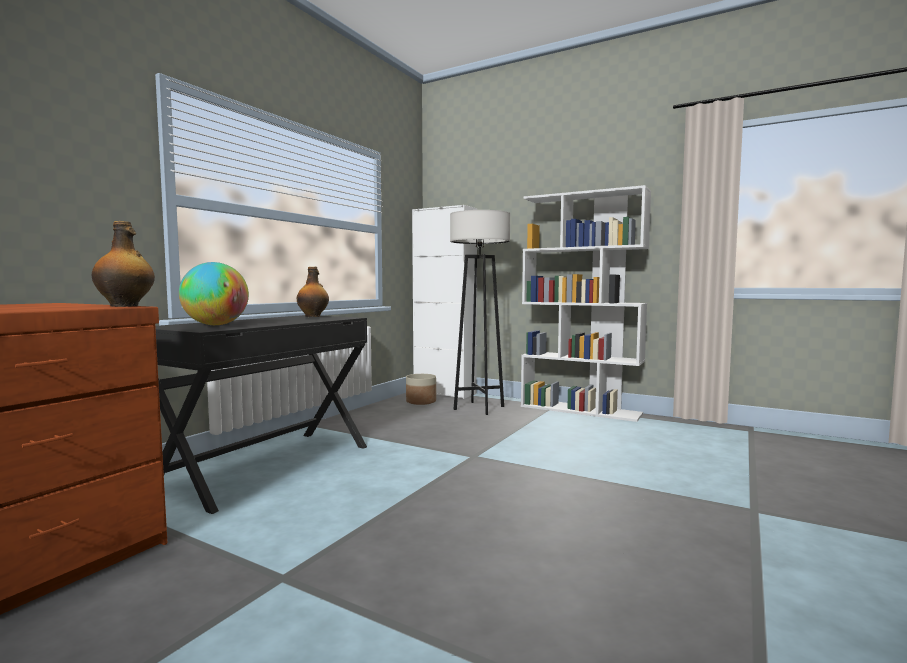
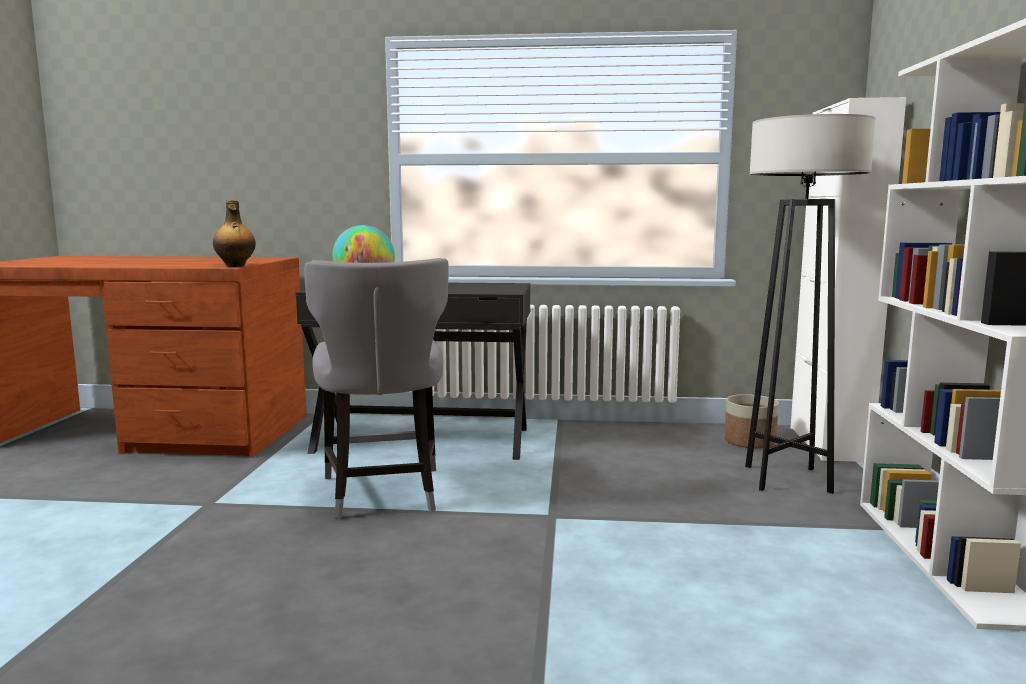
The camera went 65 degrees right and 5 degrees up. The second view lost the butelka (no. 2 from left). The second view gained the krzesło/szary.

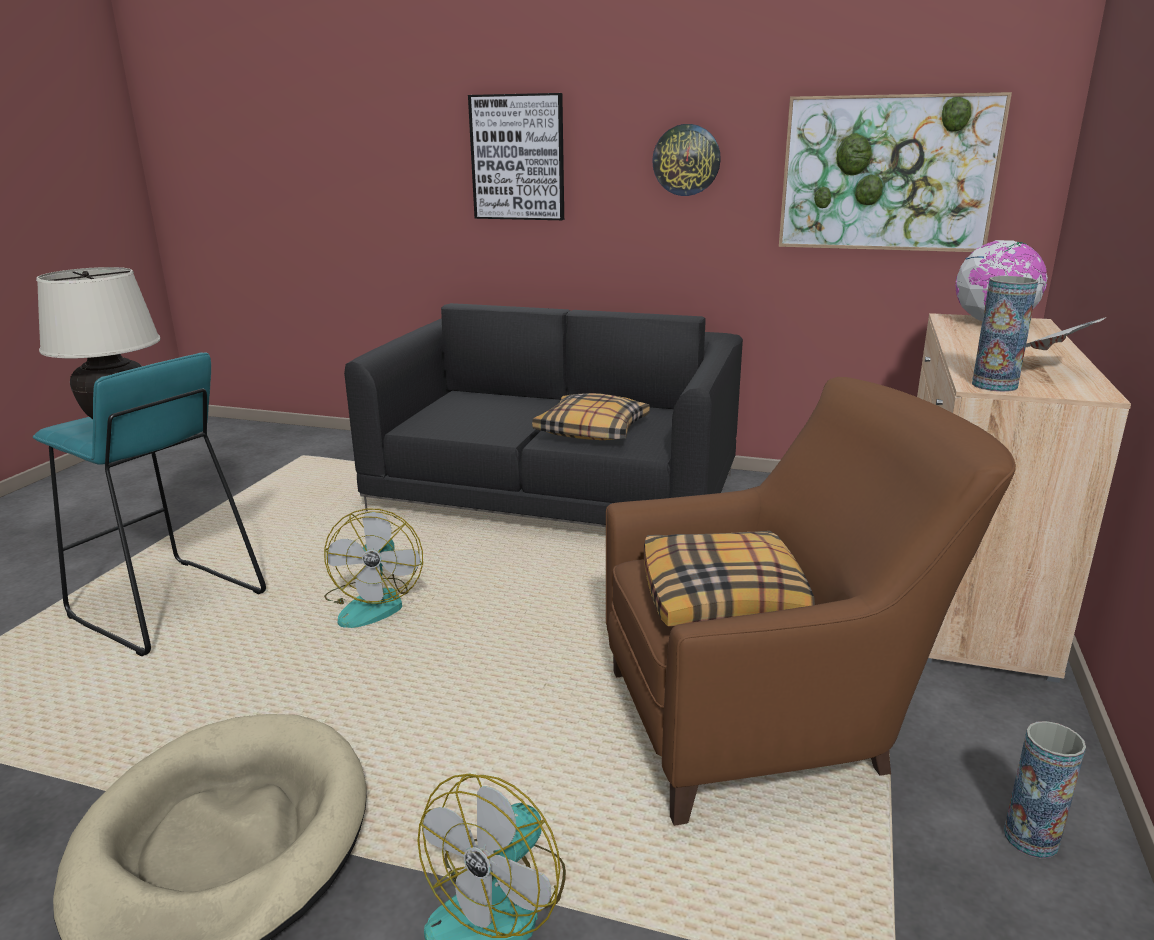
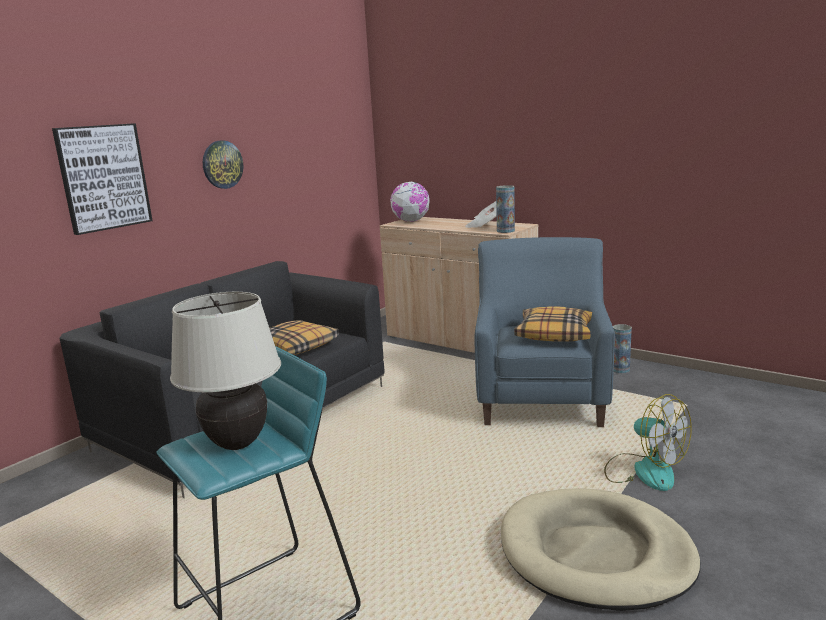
The camera went 70 degrees left and 5 degrees down. The second view lost the obraz (no. 2 from left). What was the fotel/brązowy turned into the fotel/niebieski. The second view lost the wentylator (no. 1 from left).

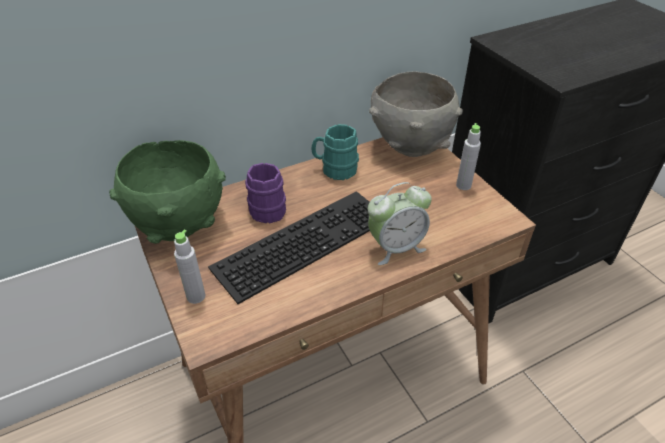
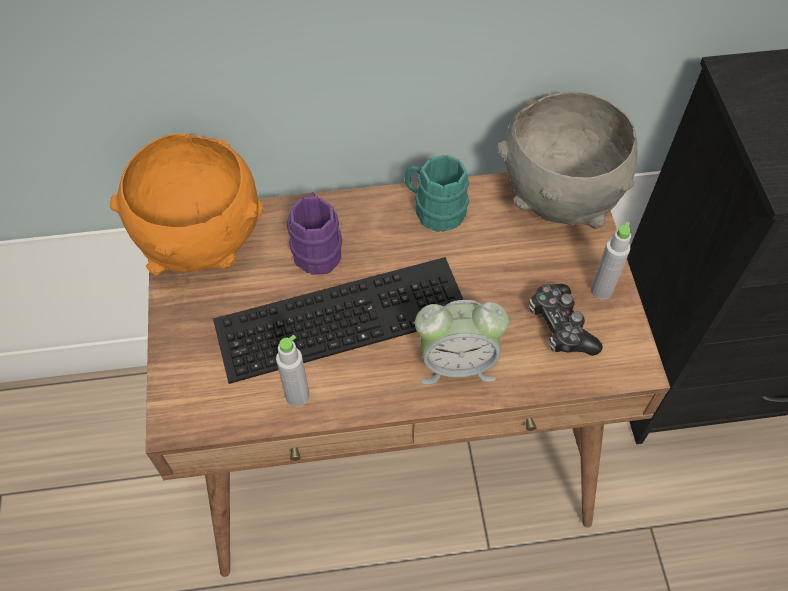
The camera went 20 degrees right and 15 degrees up. What was the miska/zielony turned into the miska/pomarańczowy. The butelka/szary (no. 1 from left) ended up elsewhere. The second view gained the pad do gier.

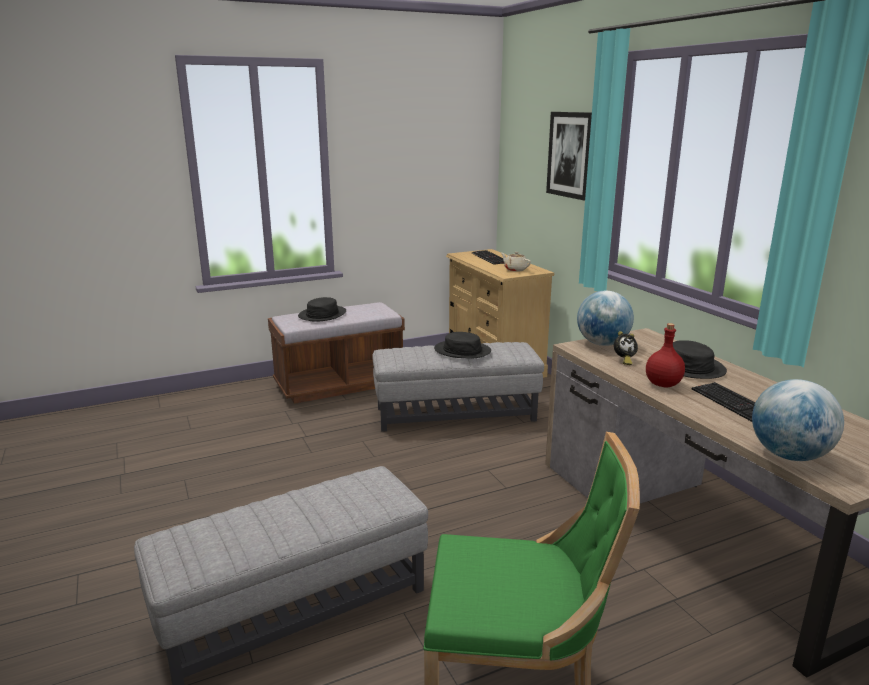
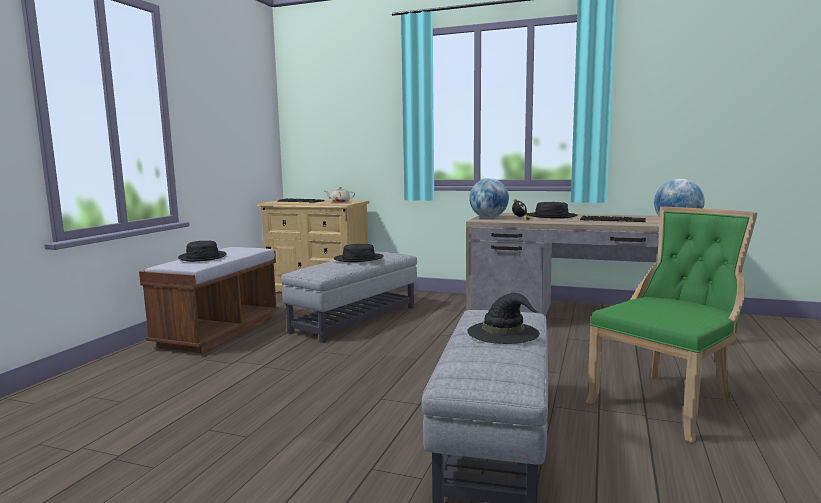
The camera went 45 degrees left and 10 degrees down. The second view lost the obraz. The second view lost the butelka/czerwony. The second view gained the kapelusz/czarny (no. 3 from left).

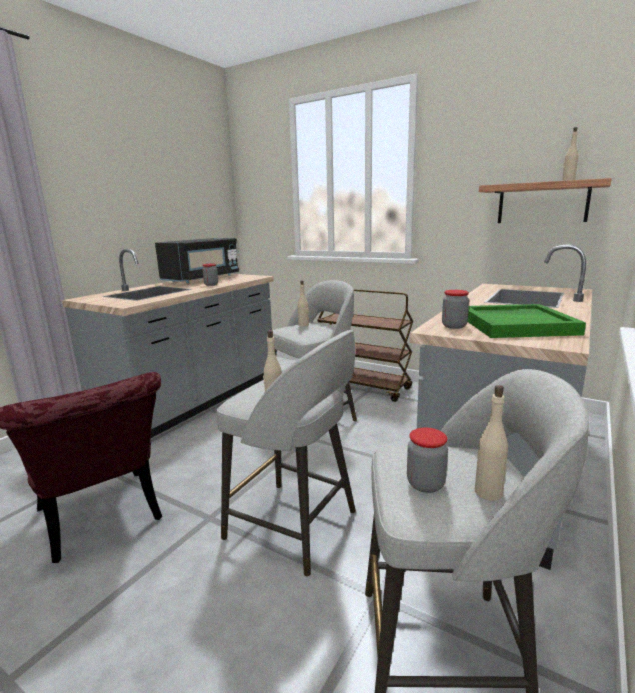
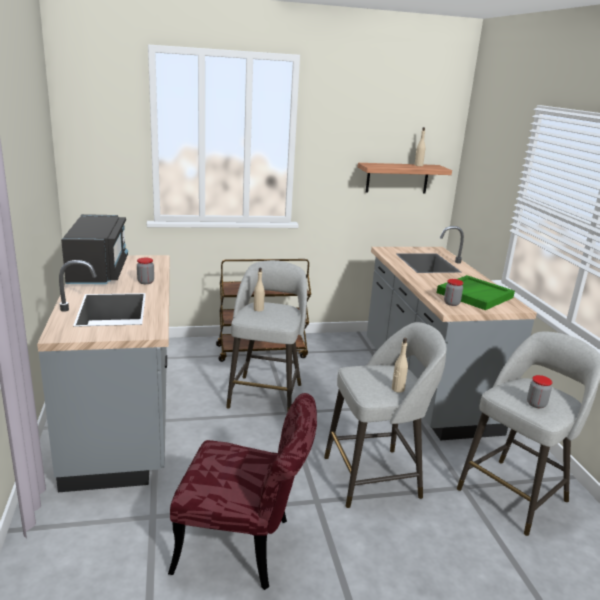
The camera went 45 degrees left and 5 degrees up. The second view lost the butelka/beżowy (no. 3 from left).

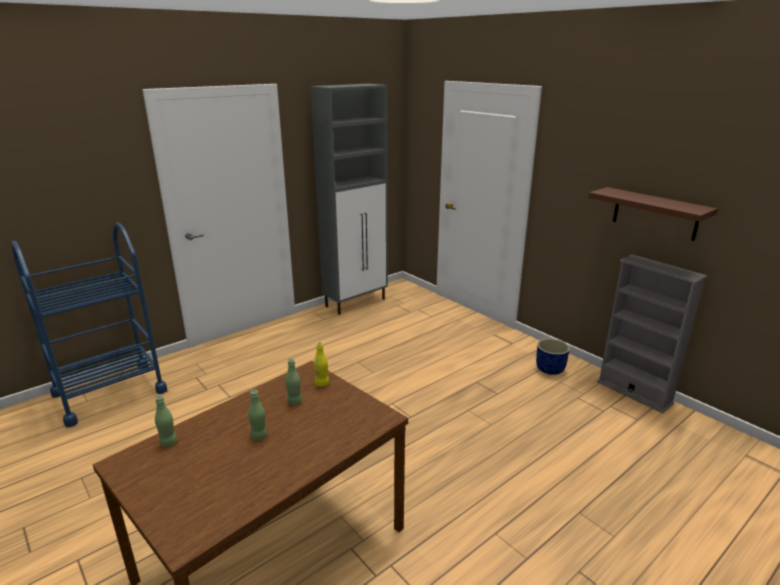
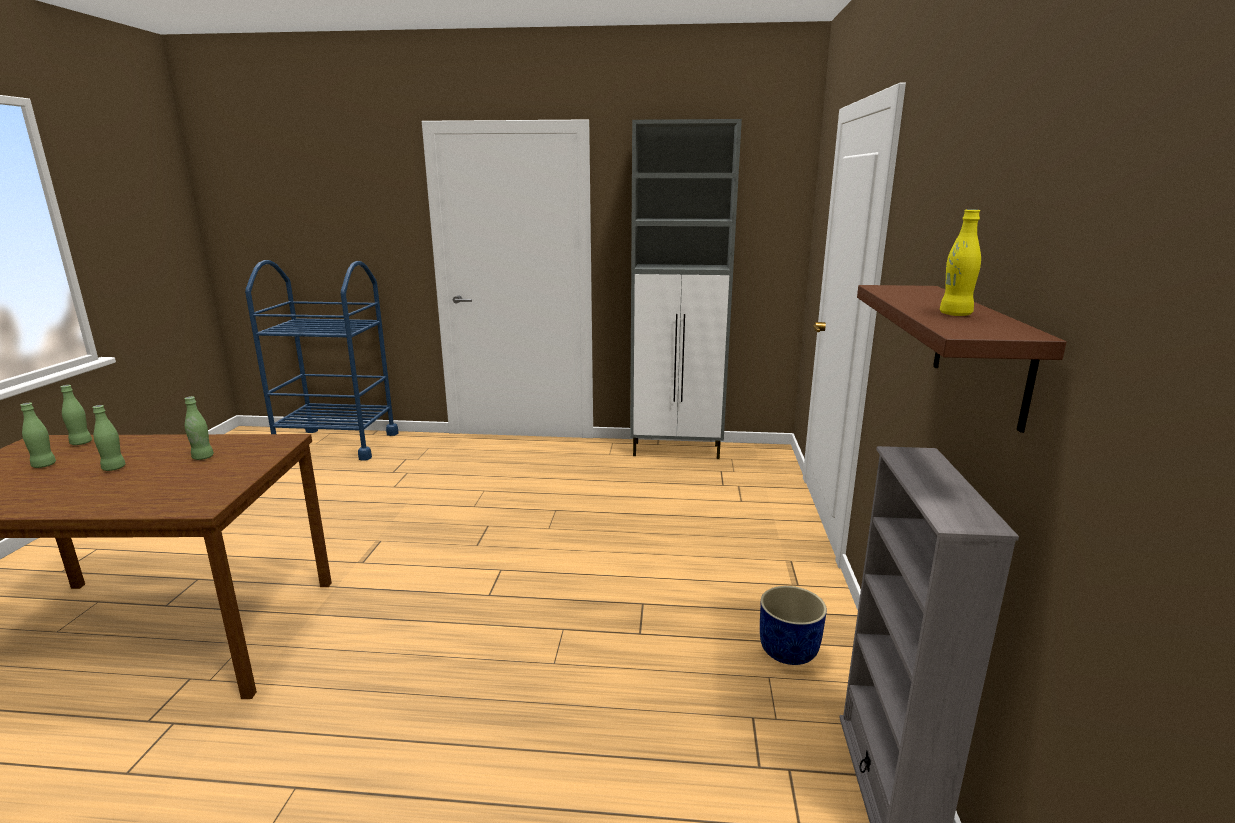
The camera went 45 degrees right and 5 degrees down. The butelka/żółty ended up elsewhere. The second view gained the butelka/zielony (no. 1 from left).

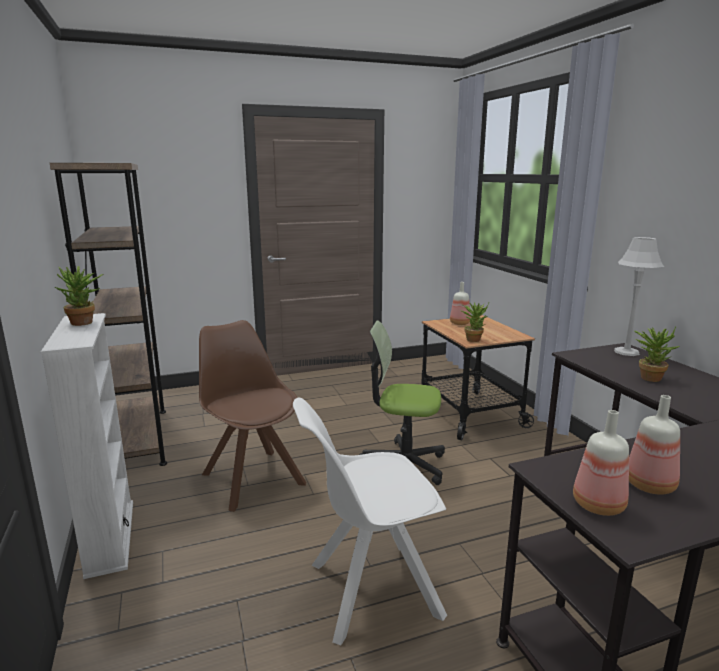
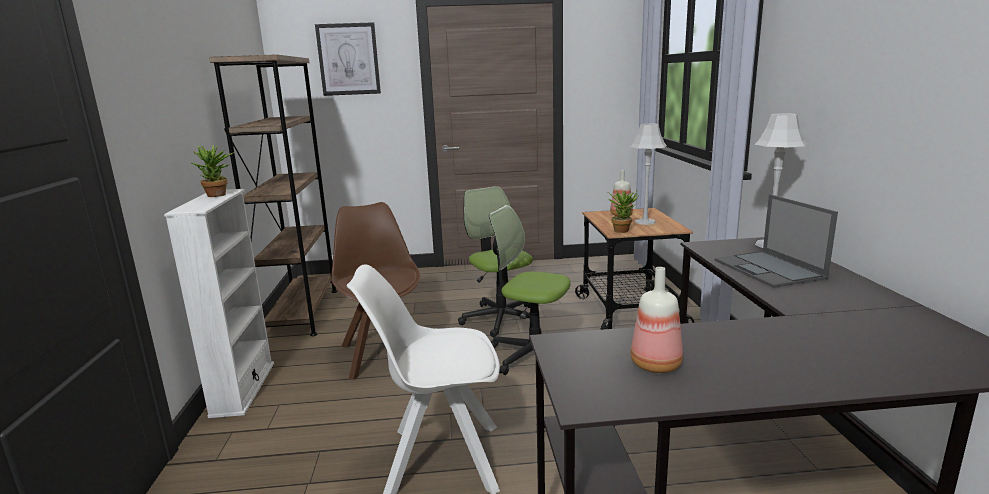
The camera went 15 degrees right and 0 degrees up. Where the roślina doniczkowa (no. 3 from left) stood, the laptop came to stand. The second view lost the butelka (no. 2 from left). The second view gained the obraz. The second view gained the lampa stołowa/szary (no. 1 from left). The second view gained the krzesło biurowe (no. 1 from left).

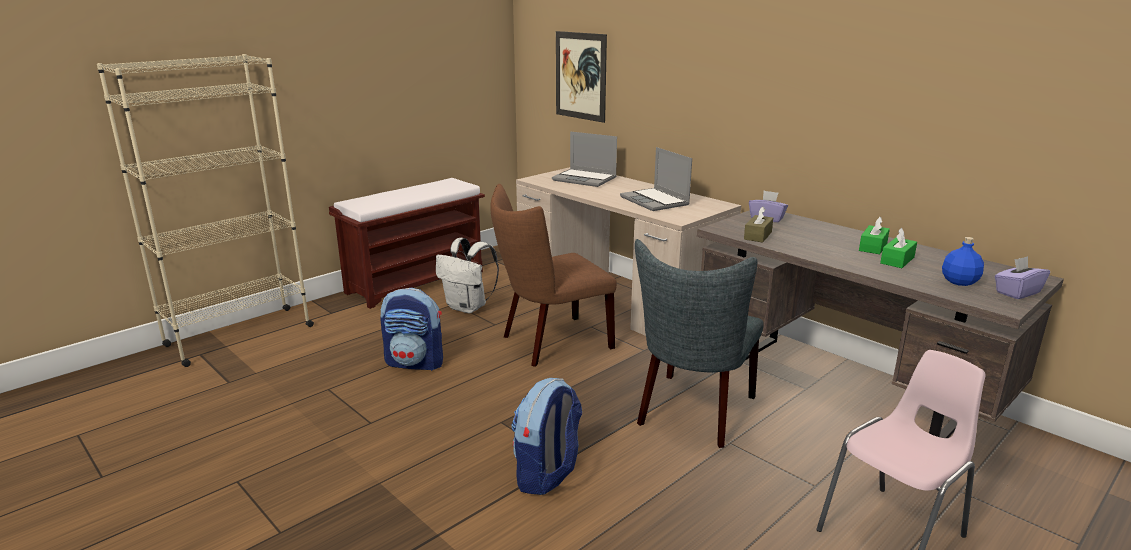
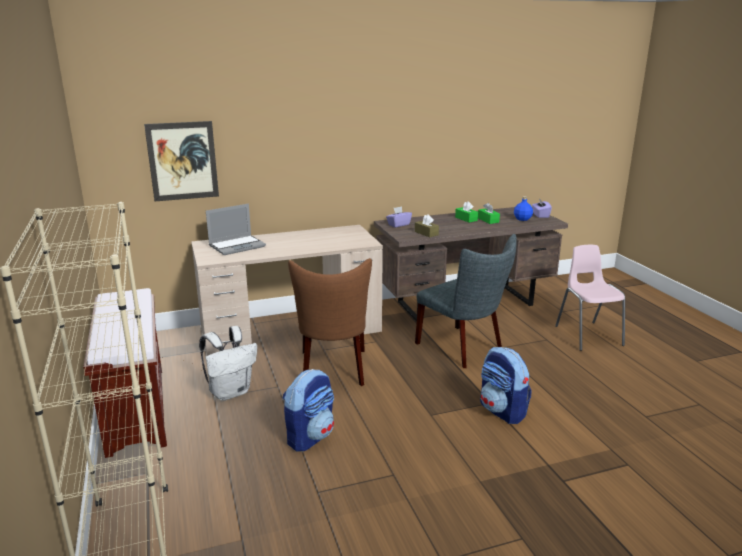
The camera went 65 degrees left and 0 degrees up. The second view lost the laptop (no. 2 from left).

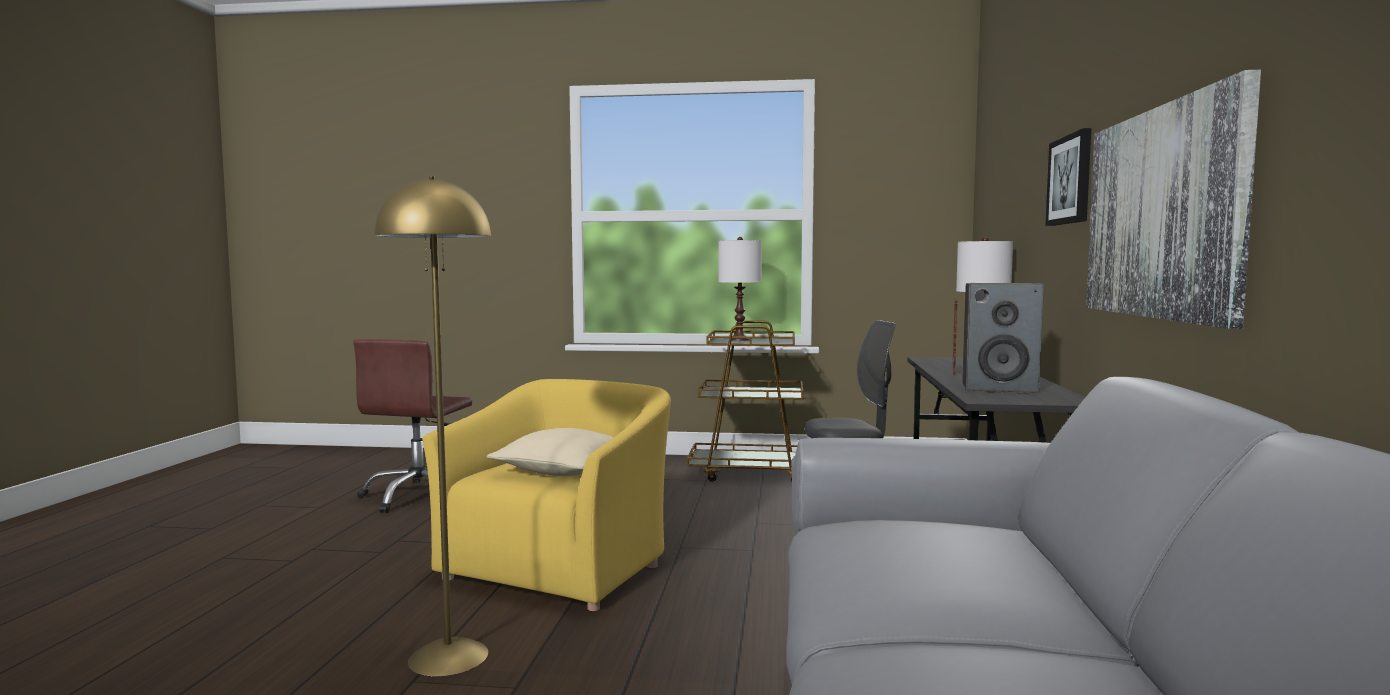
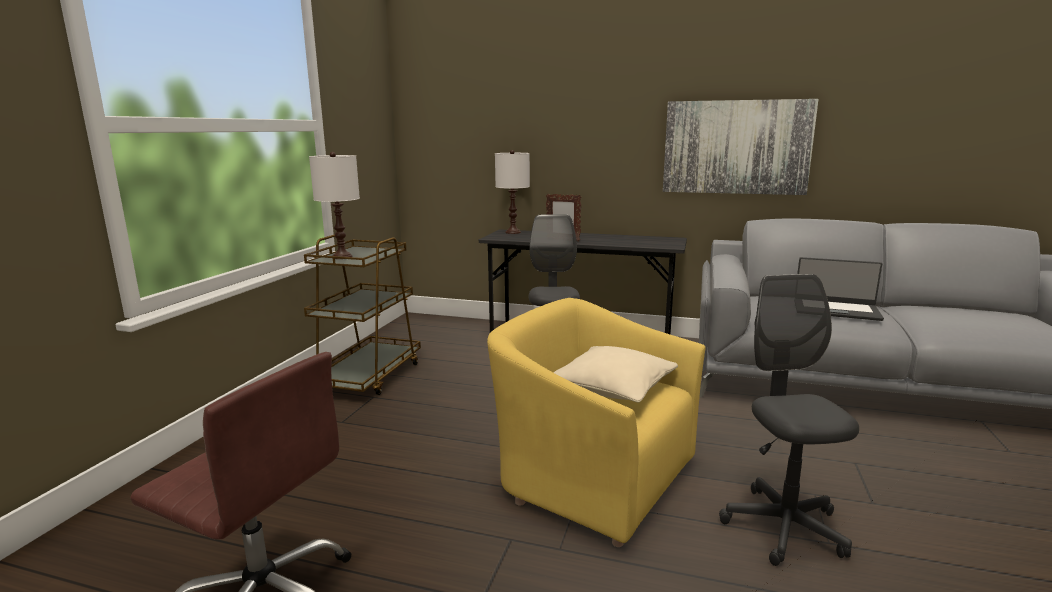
The camera went 80 degrees left and 10 degrees up. The second view lost the obraz (no. 1 from left). Where the lampa stojąca/żółty stood, the krzesło biurowe/szary (no. 2 from left) came to stand. The second view lost the głośnik. The second view gained the laptop.

